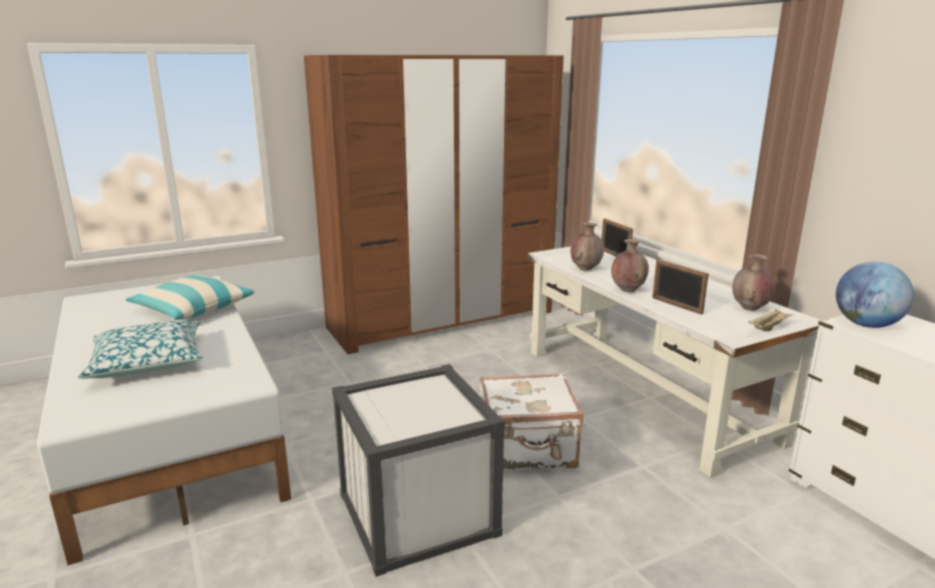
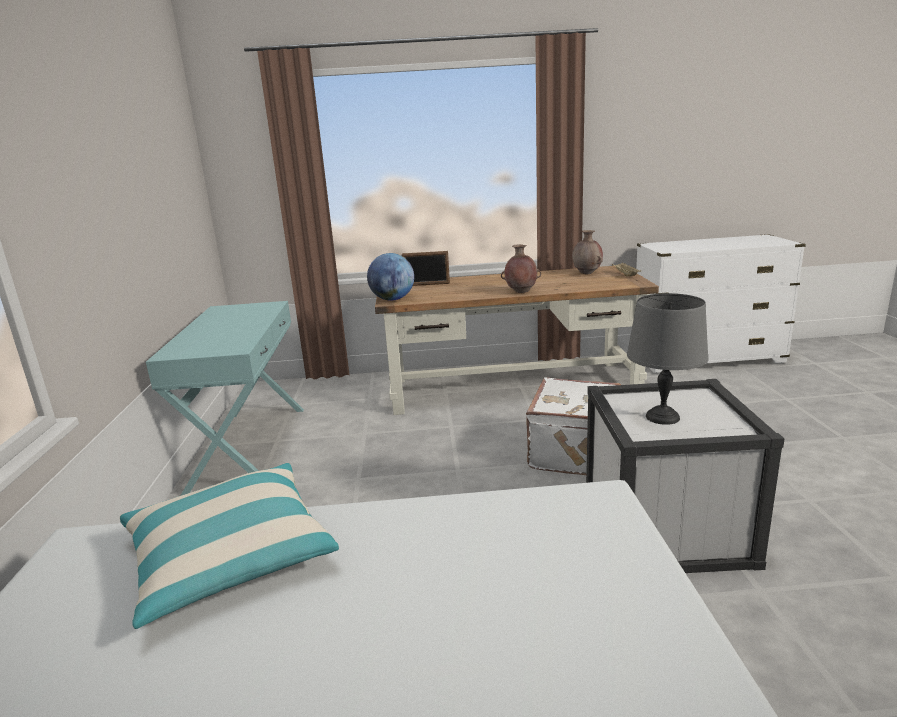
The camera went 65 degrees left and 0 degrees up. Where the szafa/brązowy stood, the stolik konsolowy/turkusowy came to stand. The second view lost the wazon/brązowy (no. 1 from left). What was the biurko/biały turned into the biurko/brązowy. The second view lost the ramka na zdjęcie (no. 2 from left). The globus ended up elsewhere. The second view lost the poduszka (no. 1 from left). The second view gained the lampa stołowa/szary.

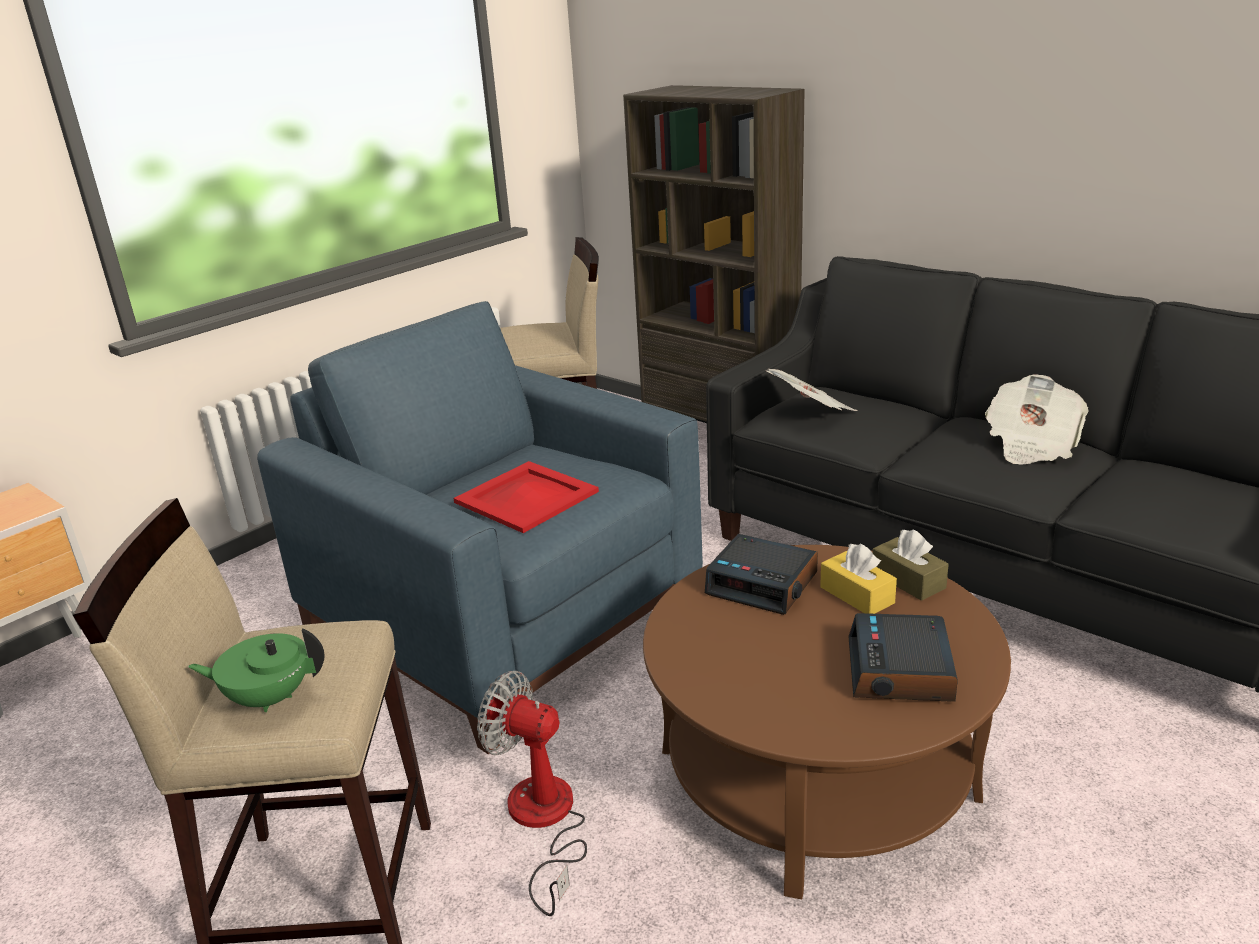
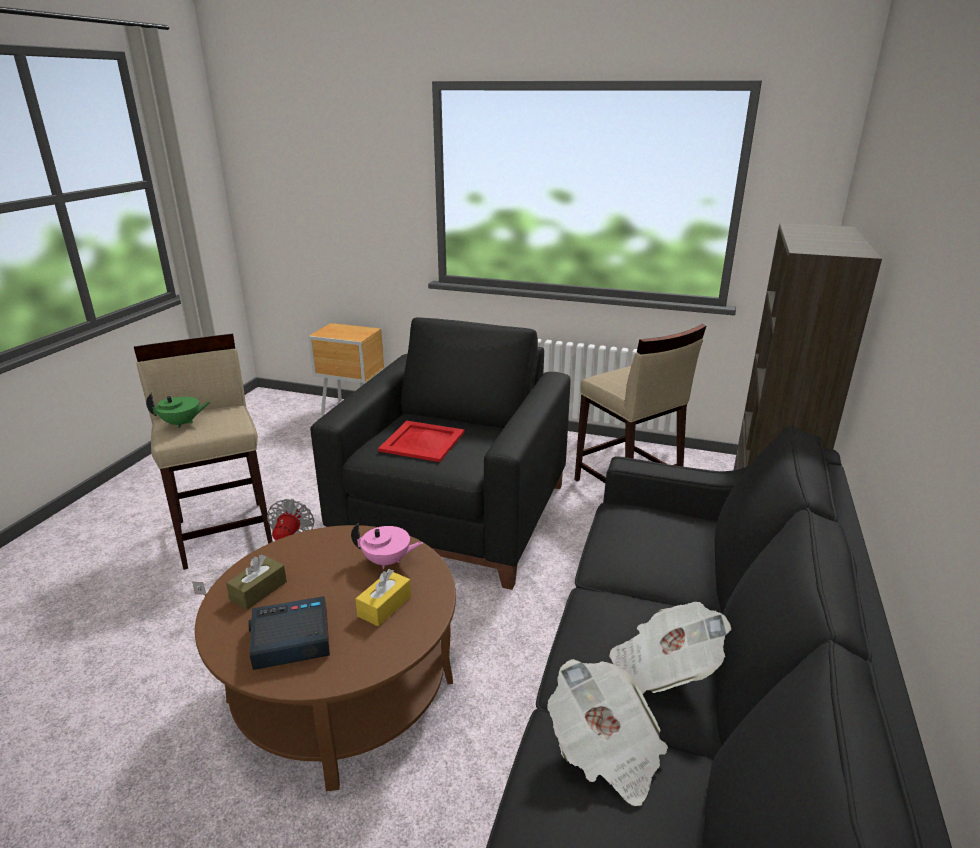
The camera went 65 degrees right and 0 degrees up. What was the fotel/niebieski turned into the fotel/czarny. The gazeta (no. 1 from left) ended up elsewhere. The pudełko chusteczek/brązowy ended up elsewhere. Where the budzik (no. 1 from left) stood, the imbryk/różowy came to stand. The imbryk/zielony ended up facing another way, 105 degrees clockwise from before.

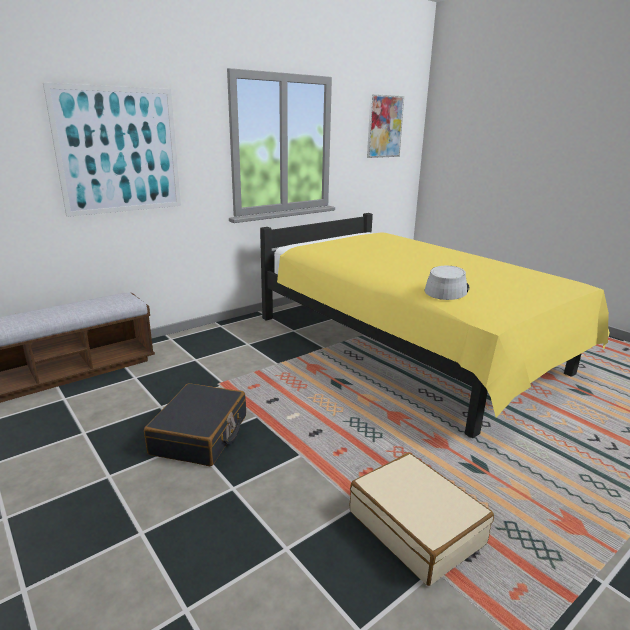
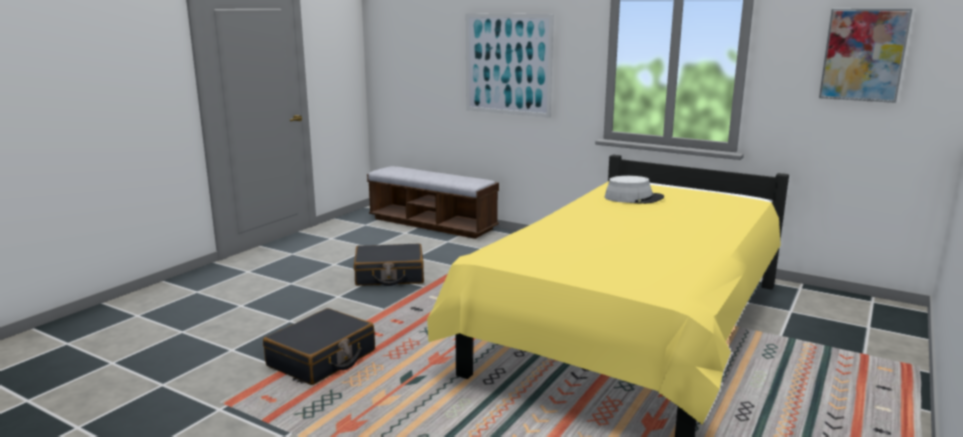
The camera went 70 degrees right and 5 degrees down. The kapelusz/szary ended up elsewhere. What was the walizka/beżowy turned into the walizka/czarny (no. 1 from left).

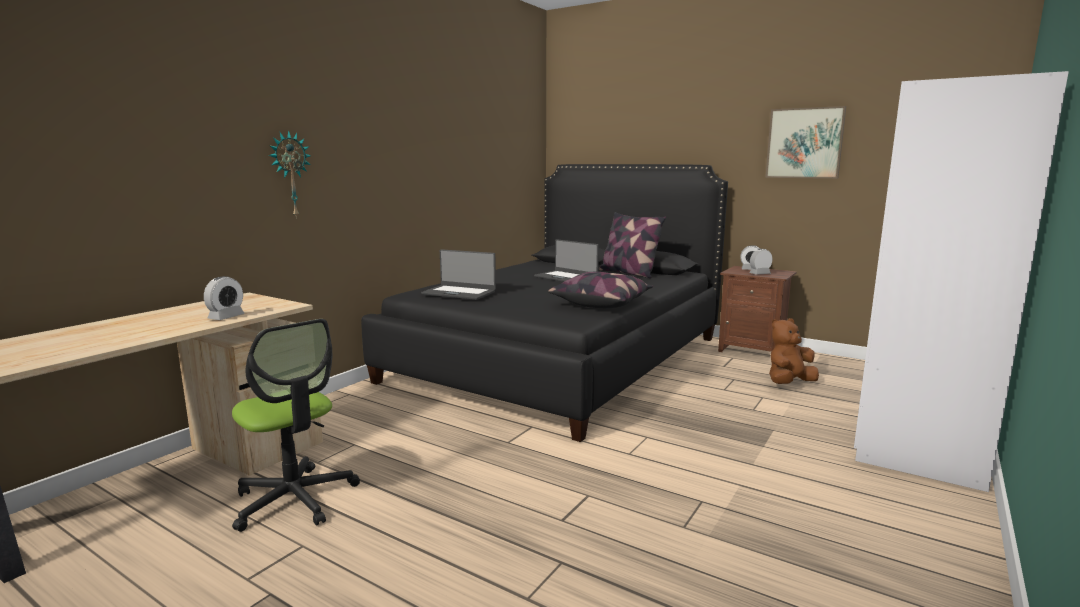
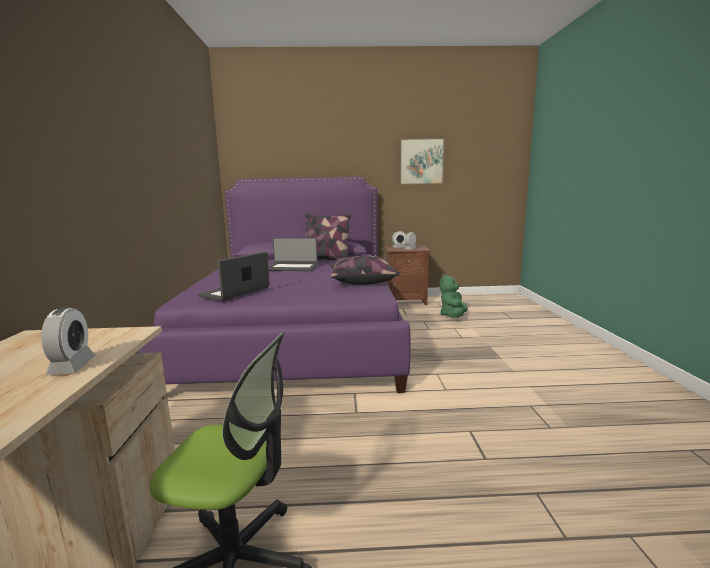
The camera went 35 degrees left and 0 degrees up. The second view lost the szafa/biały. The second view lost the zegar ścienny. What was the łóżko/czarny turned into the łóżko/fioletowy. The laptop (no. 1 from left) ended up facing another way, 135 degrees clockwise from before. What was the pluszak/brązowy turned into the pluszak/zielony.

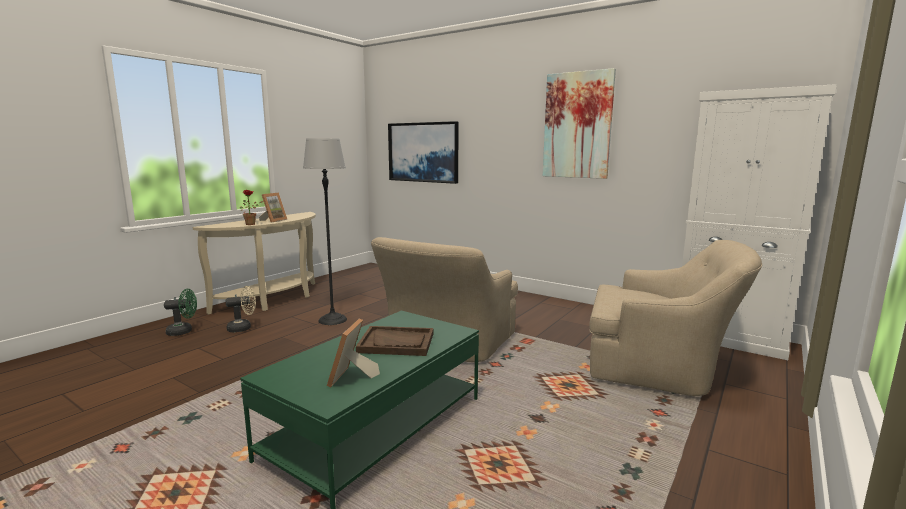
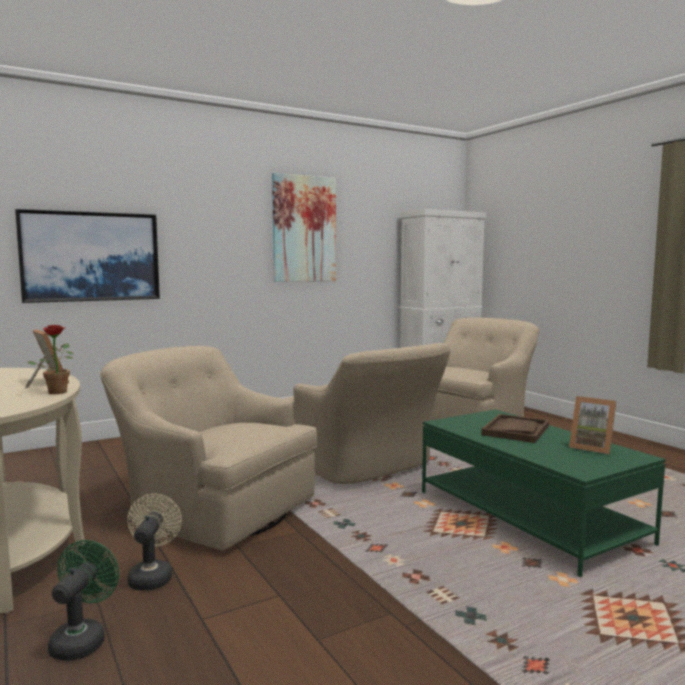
The camera went 65 degrees left and 5 degrees down. Where the lampa stojąca stood, the fotel/beżowy (no. 1 from left) came to stand.

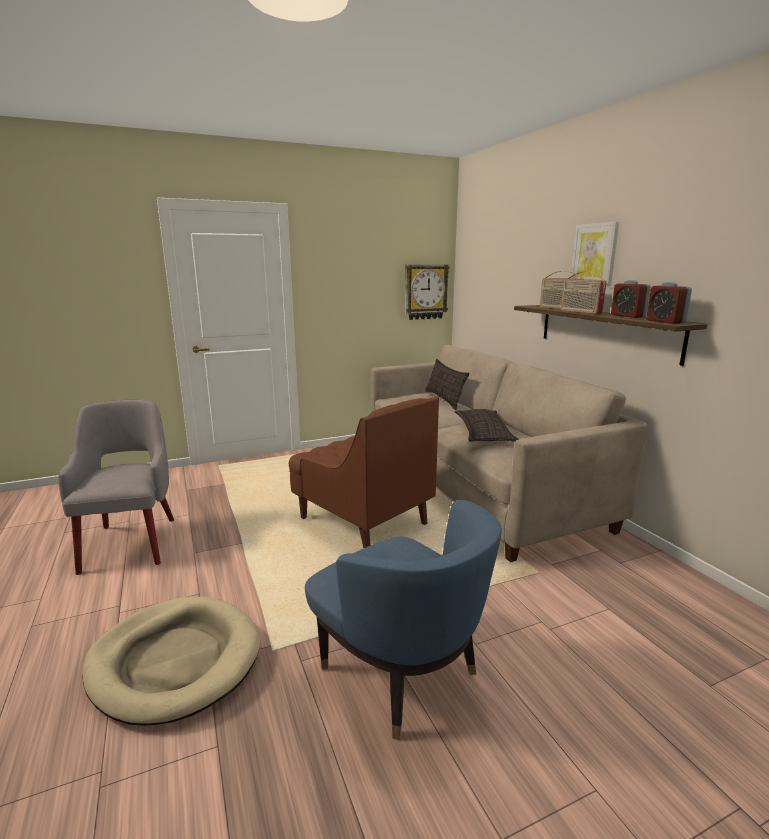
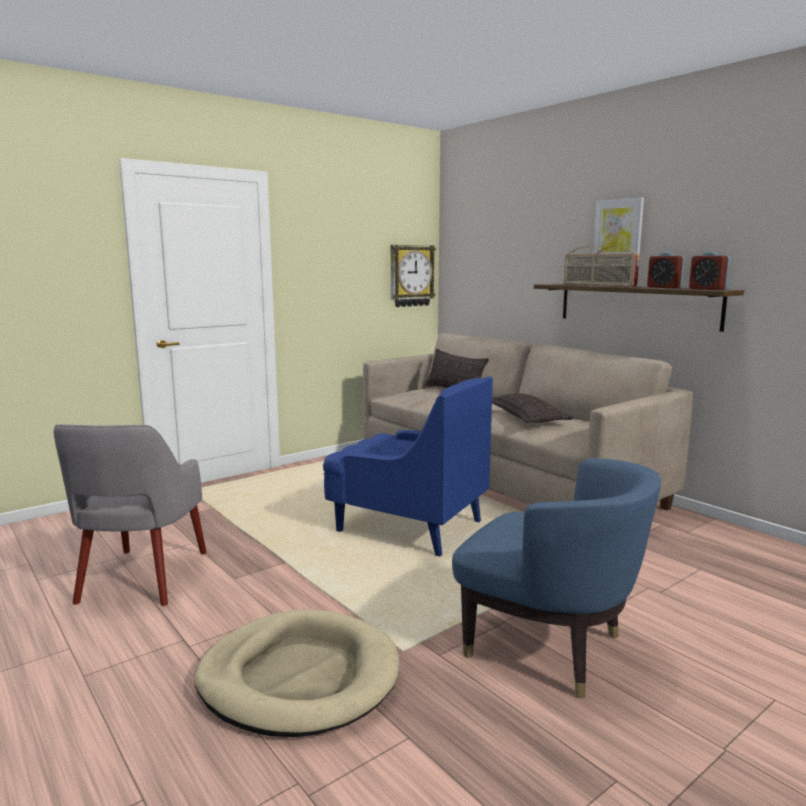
The camera went 15 degrees left and 5 degrees down. What was the fotel/brązowy turned into the fotel/niebieski (no. 1 from left). The fotel/szary ended up facing another way, 150 degrees counterclockwise from before.

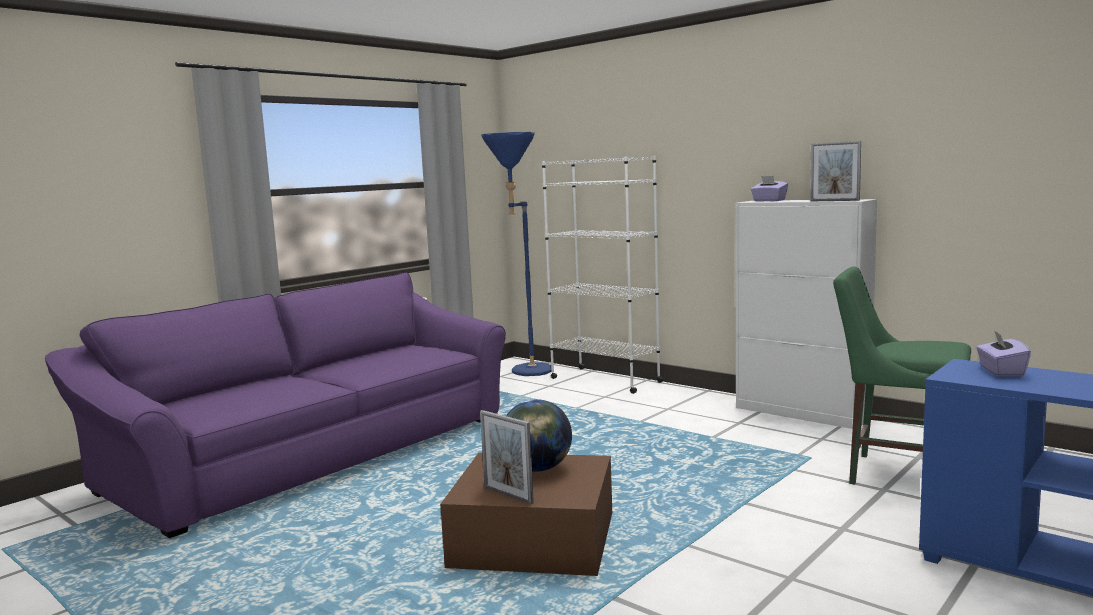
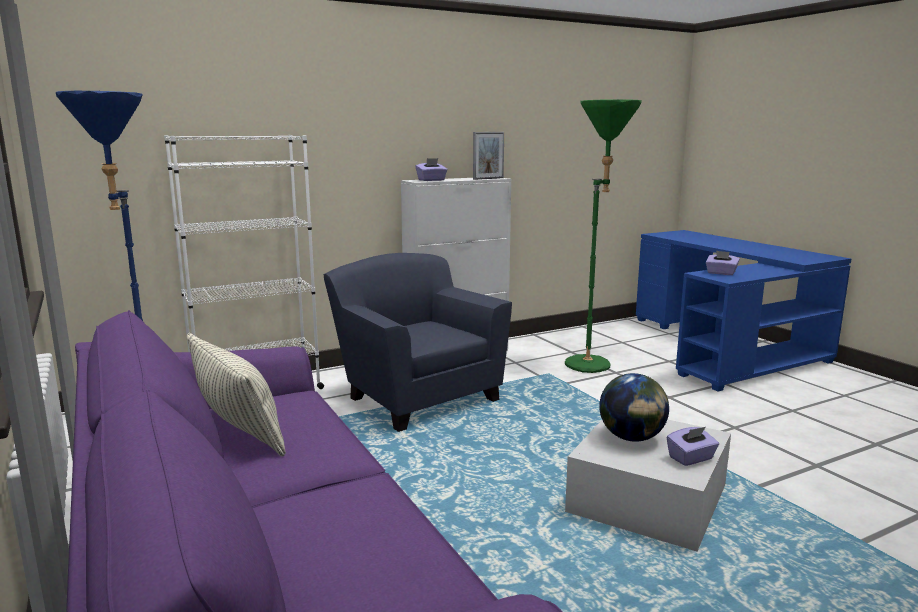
The camera went 70 degrees left and 5 degrees up. Where the krzesło/zielony stood, the lampa stojąca/zielony came to stand. Where the ramka na zdjęcie (no. 1 from left) stood, the pudełko chusteczek/fioletowy (no. 2 from left) came to stand. What was the pojemnik do przechowywania/brązowy turned into the pojemnik do przechowywania/biały. The second view gained the fotel/niebieski. The second view gained the poduszka.

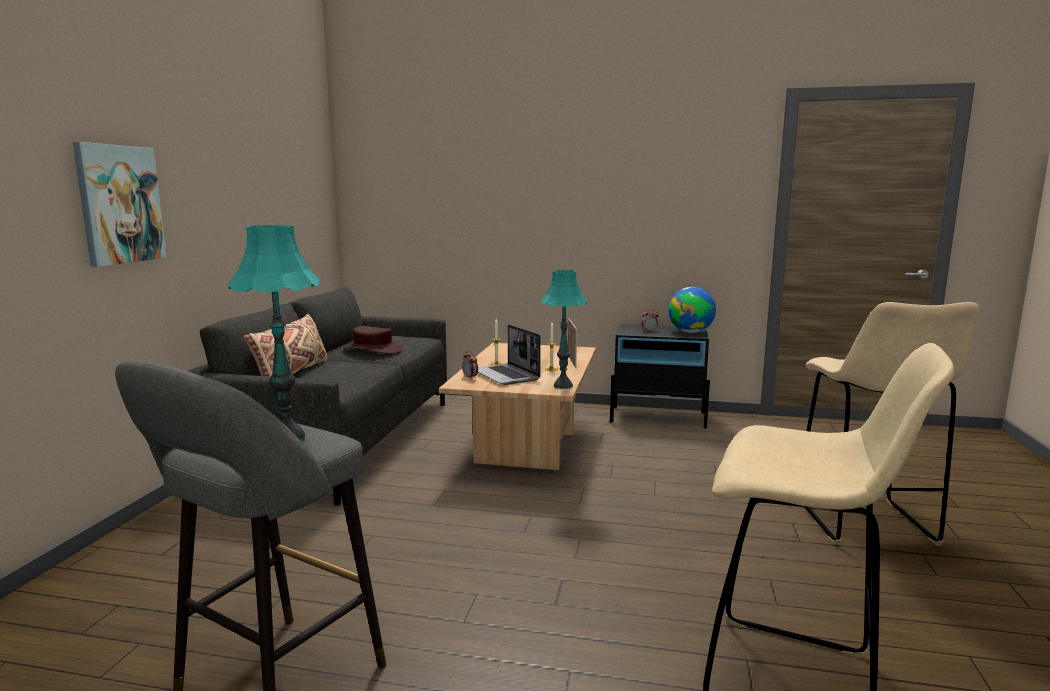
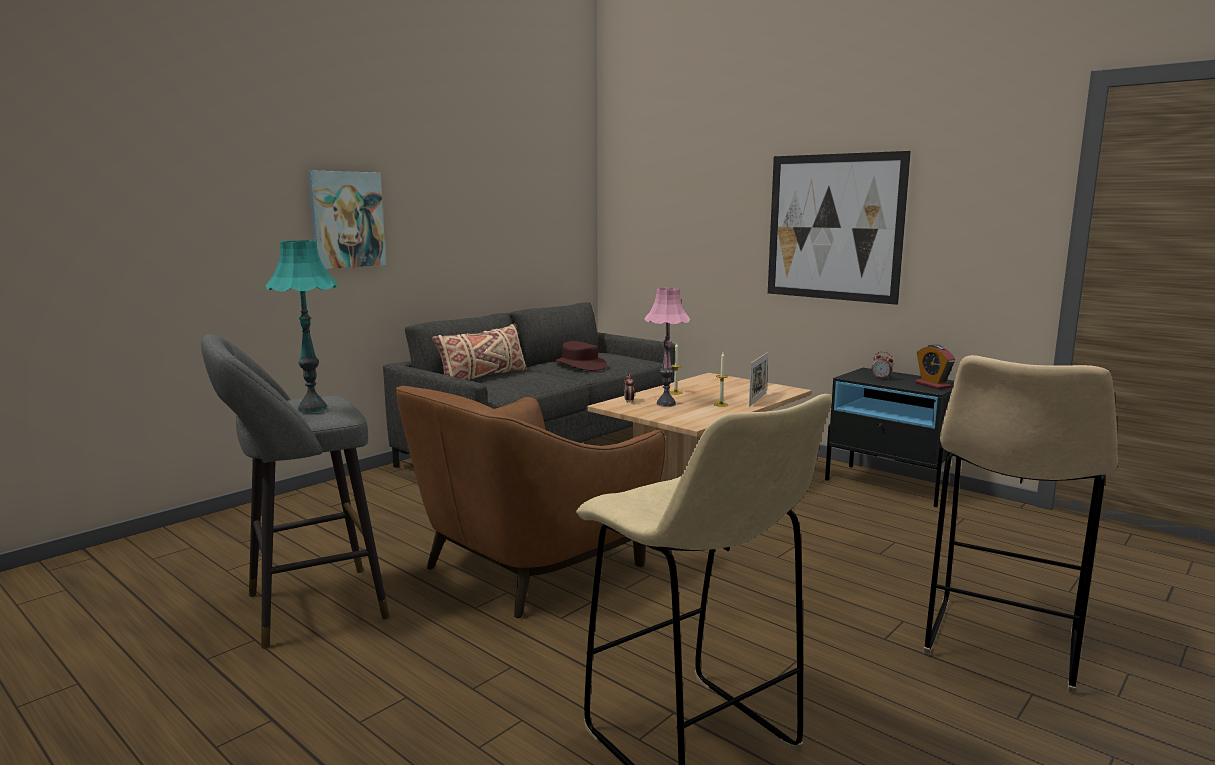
The camera went 30 degrees right and 0 degrees up. The second view lost the lampa stołowa/turkusowy (no. 2 from left). Where the globus stood, the budzik (no. 3 from left) came to stand. Where the laptop stood, the lampa stołowa/różowy came to stand. The second view gained the obraz (no. 2 from left). The second view gained the fotel/brązowy.

